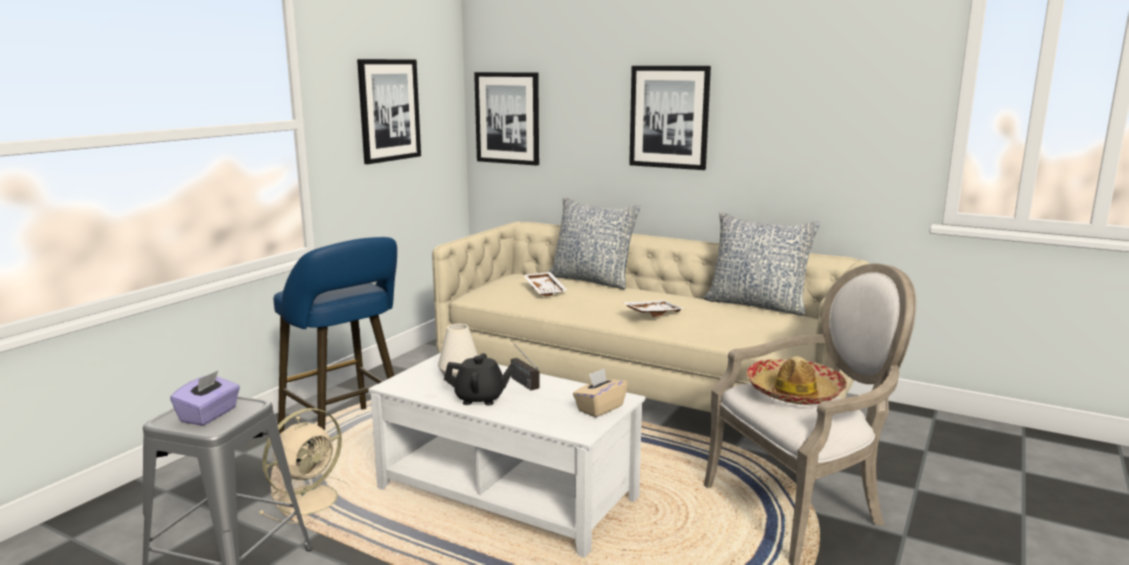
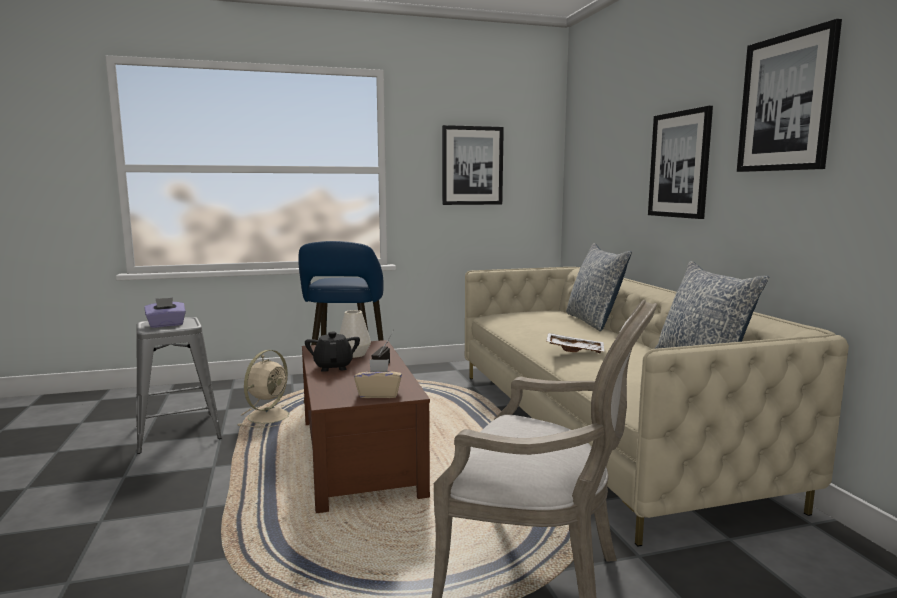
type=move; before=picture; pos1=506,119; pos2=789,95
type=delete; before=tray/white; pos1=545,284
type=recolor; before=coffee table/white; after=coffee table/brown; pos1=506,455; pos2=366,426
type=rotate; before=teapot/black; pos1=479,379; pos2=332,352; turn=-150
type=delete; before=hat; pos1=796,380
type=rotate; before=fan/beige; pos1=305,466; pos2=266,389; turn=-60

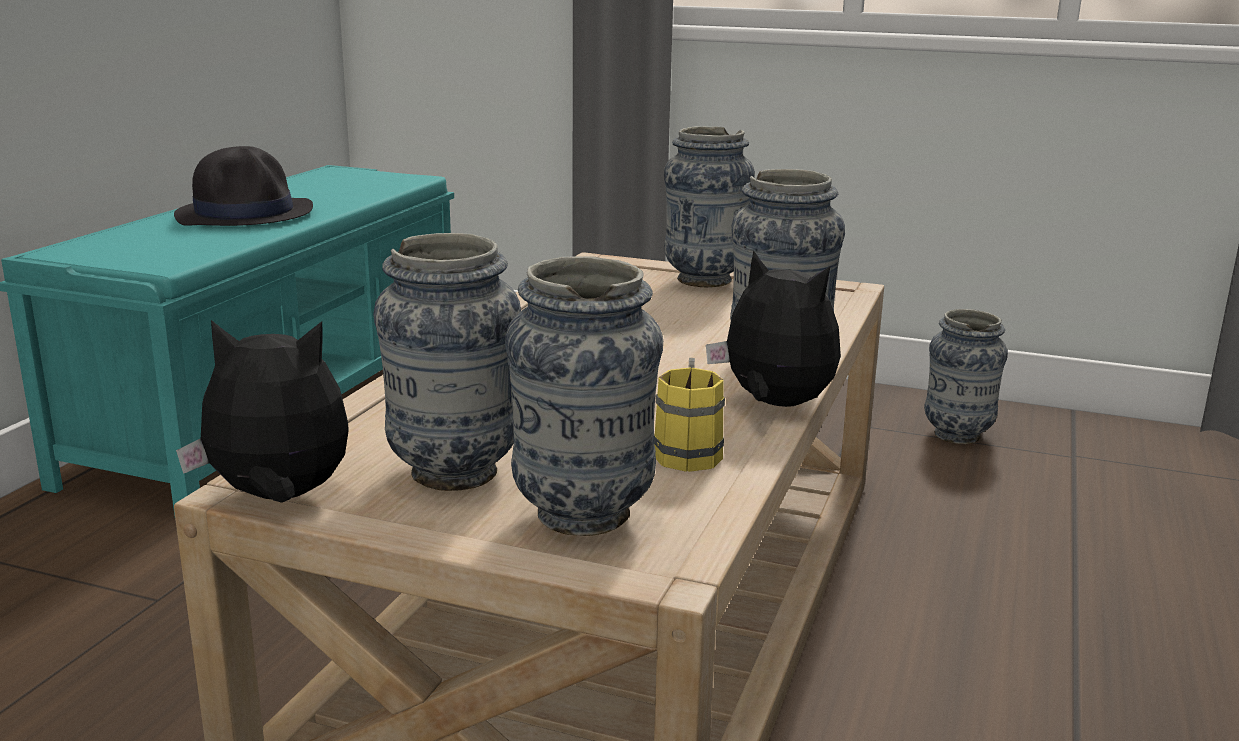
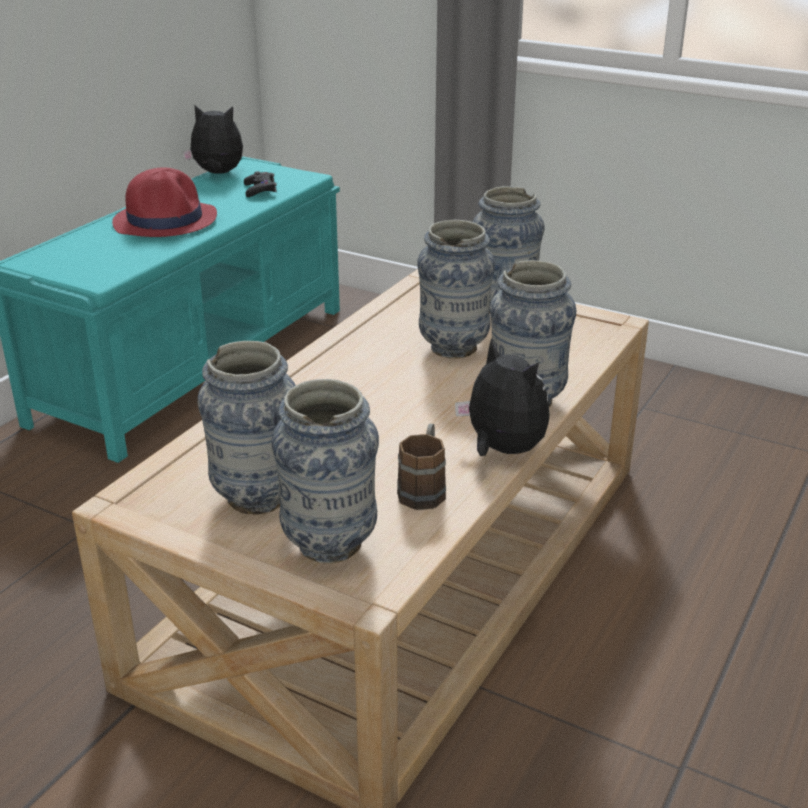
type=recolor; before=hat/black; after=hat/red; pos1=243,186; pos2=164,202
type=move; before=vase; pos1=966,376; pos2=456,289
type=move; before=plush toy; pos1=262,411; pos2=212,139
type=recolor; before=mug/yellow; after=mug/brown; pos1=689,415; pos2=421,466
type=insert; after=game controller/black; pos2=260,184

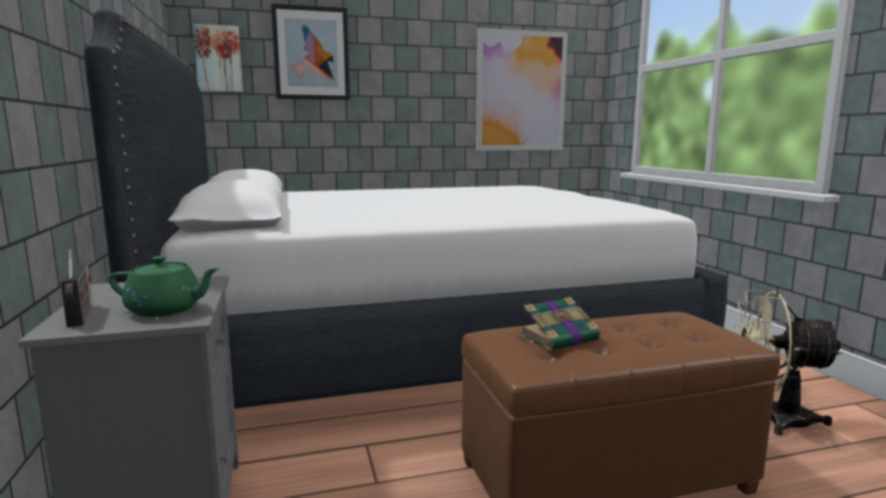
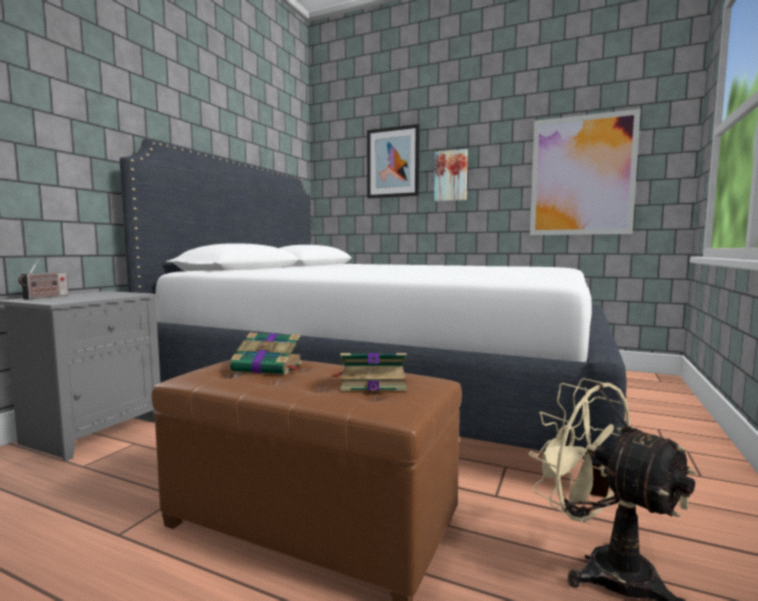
type=move; before=picture; pos1=218,58; pos2=451,175
type=delete; before=teapot/green; pos1=164,286
type=insert; after=book; pos2=369,372

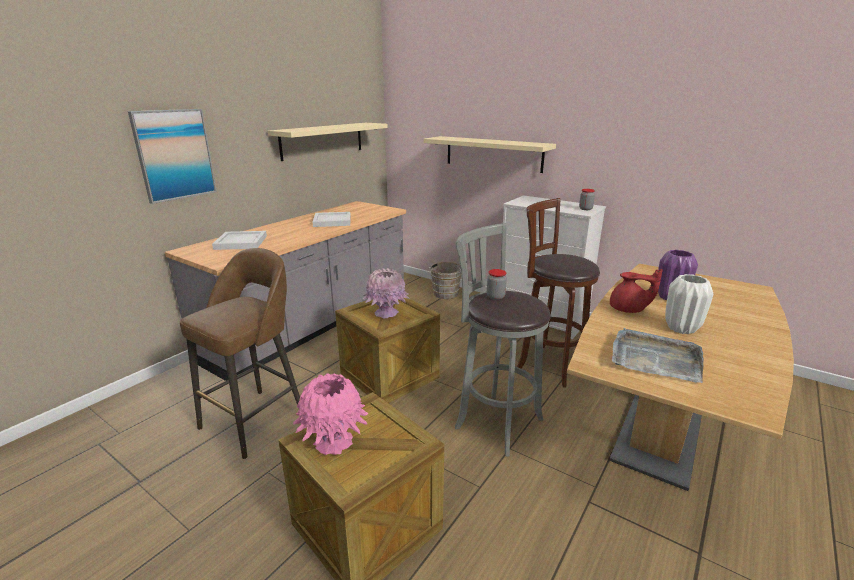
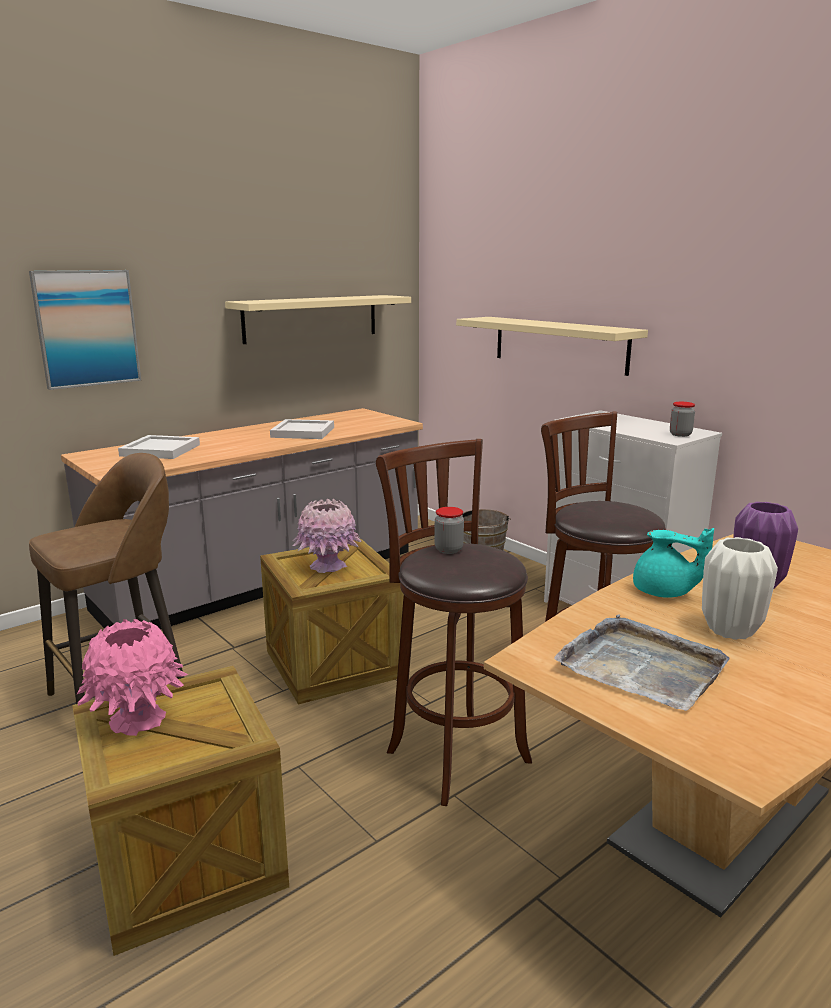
type=recolor; before=stool/grey; after=stool/brown; pos1=503,340; pos2=454,622
type=recolor; before=teapot/red; after=teapot/turquoise; pos1=636,291; pos2=673,563

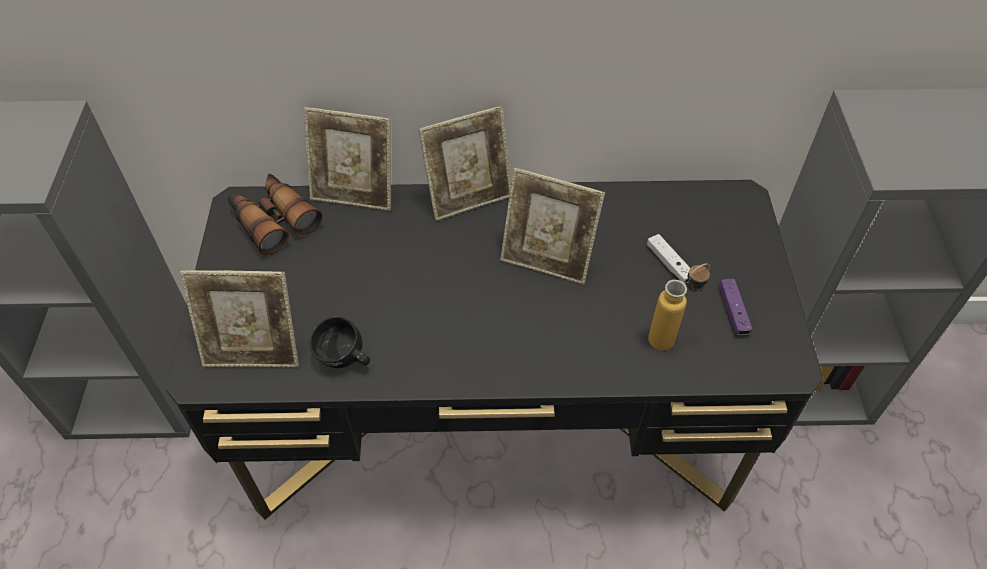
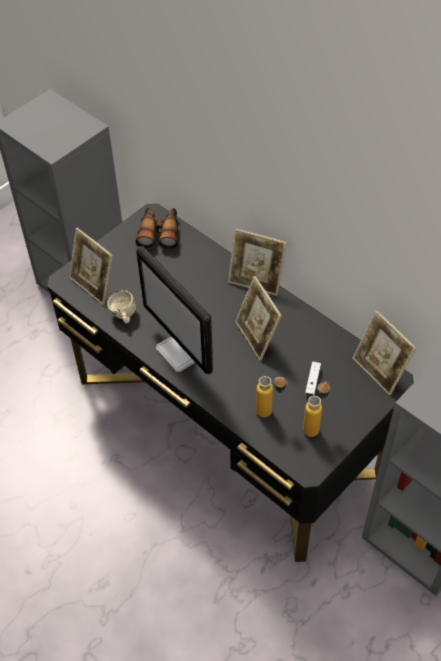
type=move; before=picture frame; pos1=347,159; pos2=384,353
type=replace; before=game controller/purple; after=bottle; pos1=735,307; pos2=316,409
type=recolor; before=mug/black; after=mug/beige; pos1=340,342; pos2=121,307
type=insert; after=monitor; pos2=174,310

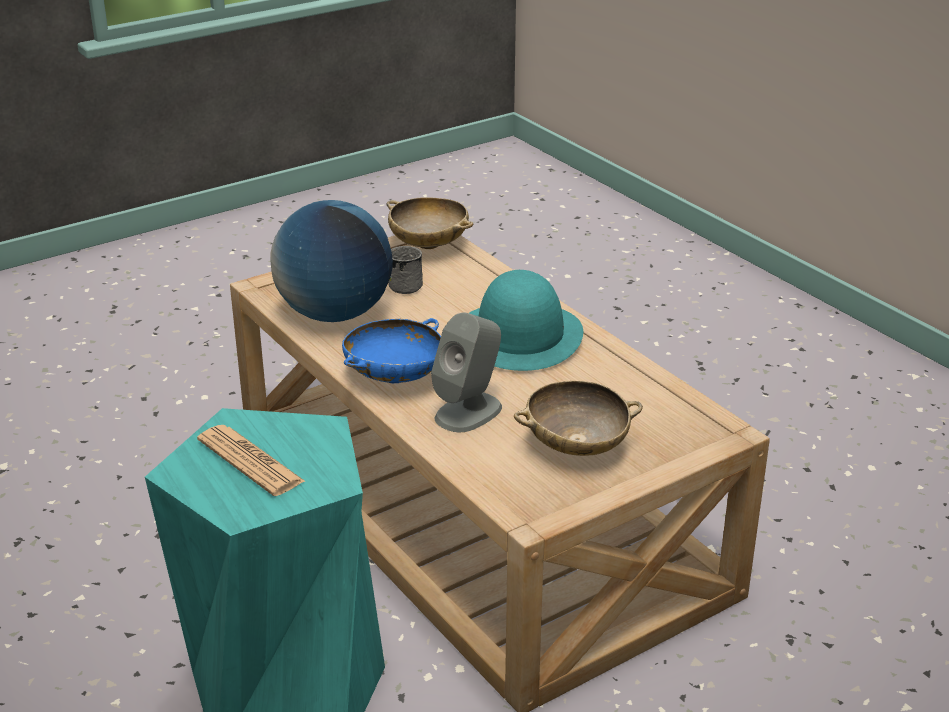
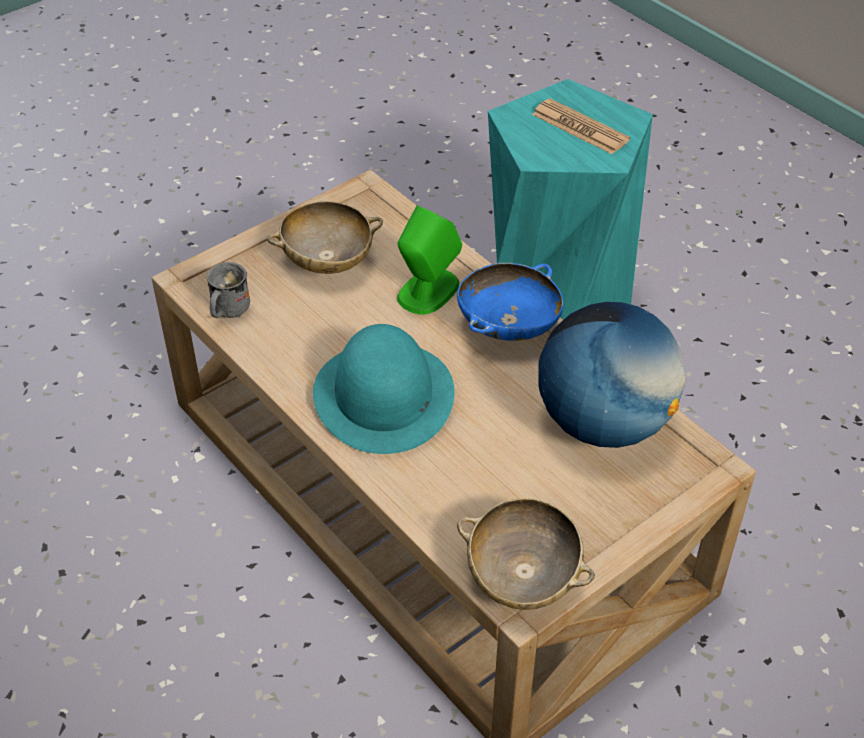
type=move; before=mug/grey; pos1=405,270; pos2=228,290
type=recolor; before=speaker/grey; after=speaker/green; pos1=466,372; pos2=429,260

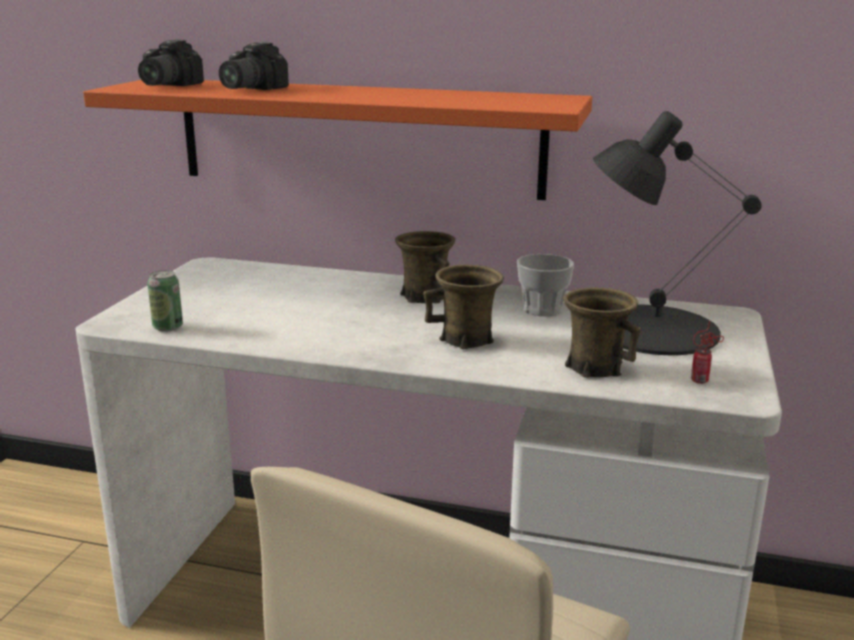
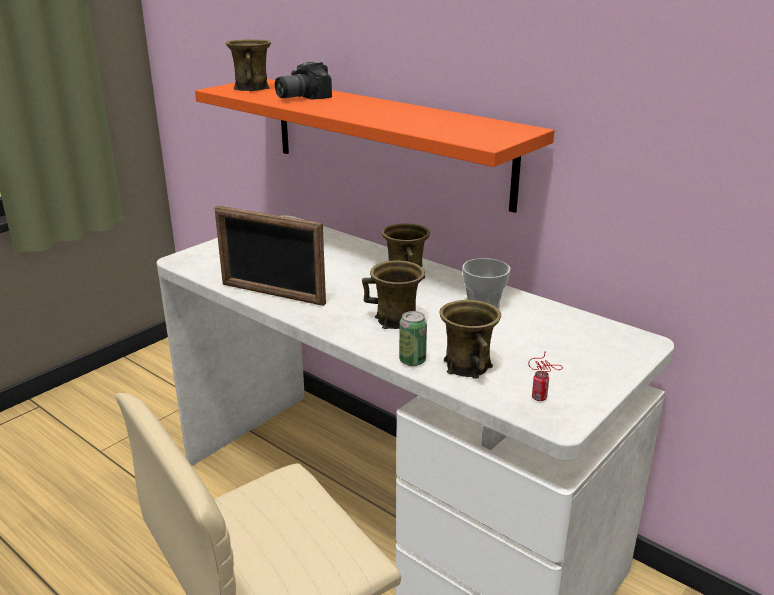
type=replace; before=photo camera; after=mug/brown; pos1=171,62; pos2=248,65
type=delete; before=table lamp/black; pos1=677,233
type=move; before=can; pos1=165,301; pos2=413,338
type=insert; after=picture frame; pos2=270,256

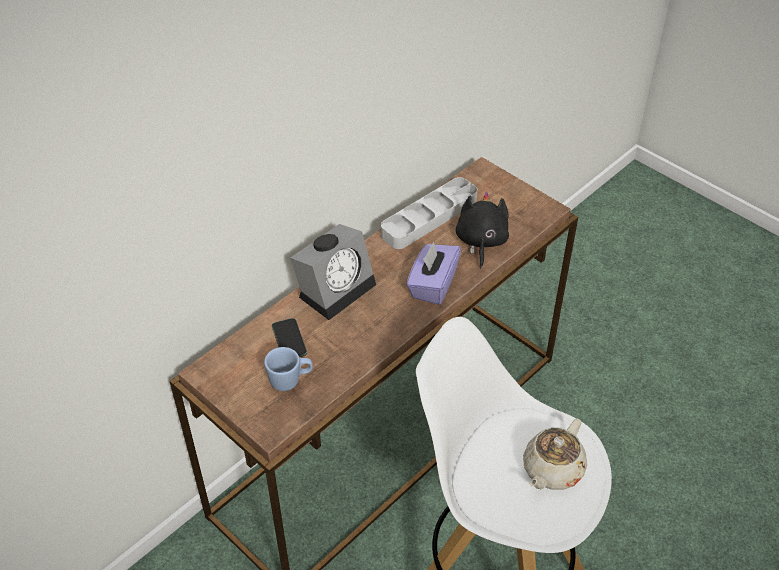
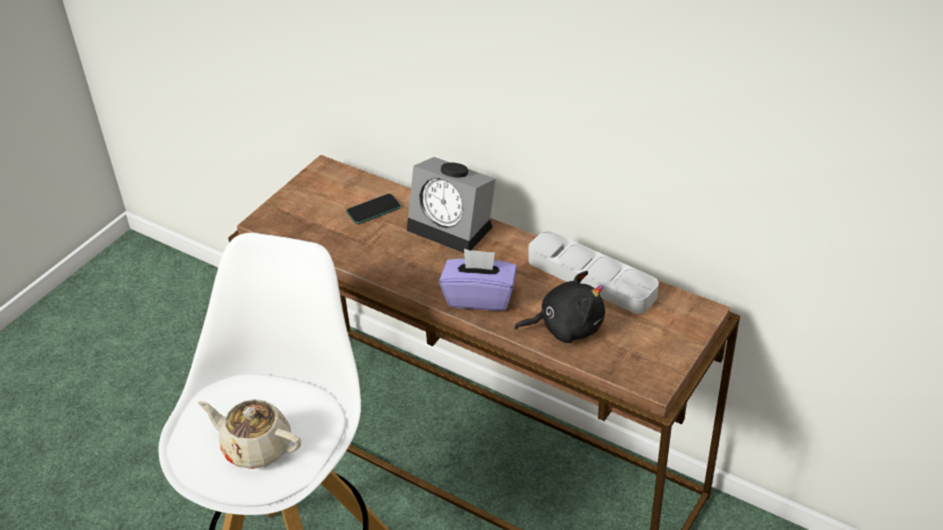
type=delete; before=mug/blue; pos1=288,369

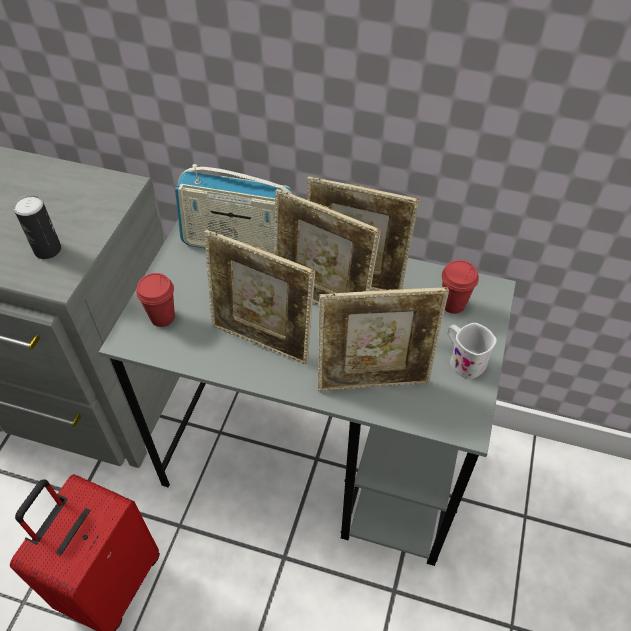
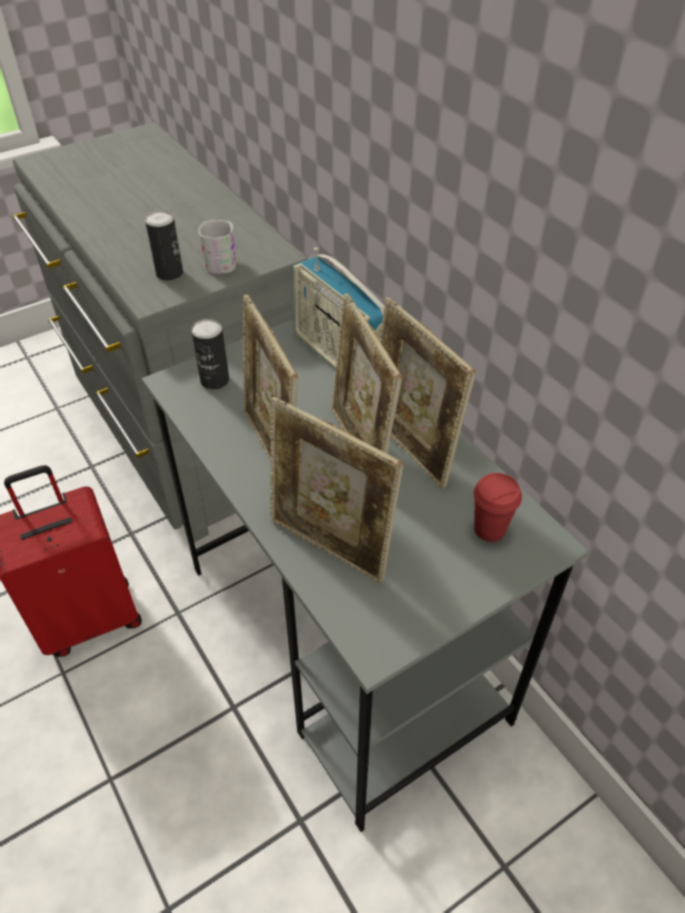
type=replace; before=cup/red; after=can; pos1=155,300; pos2=210,354
type=move; before=mug/white; pos1=472,351; pos2=217,247

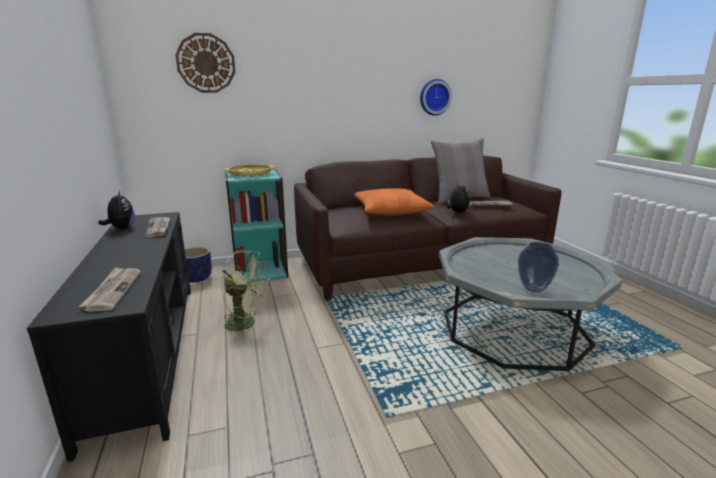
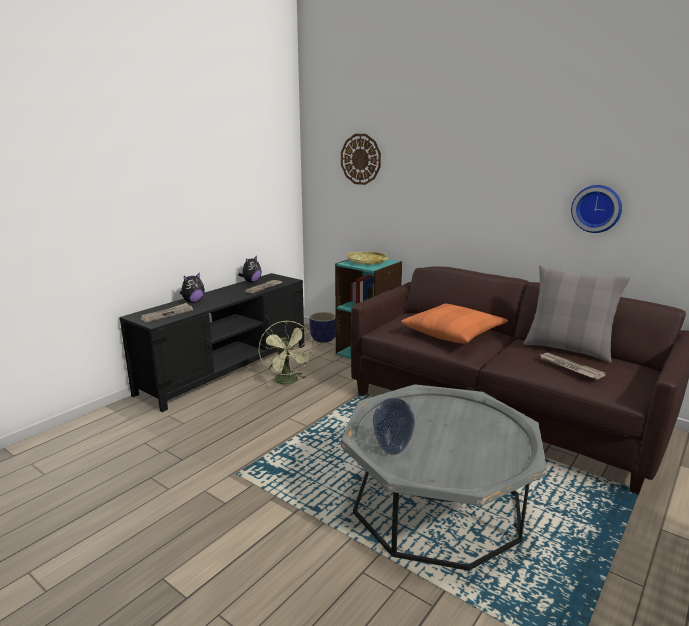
type=move; before=plush toy; pos1=458,197; pos2=192,287

